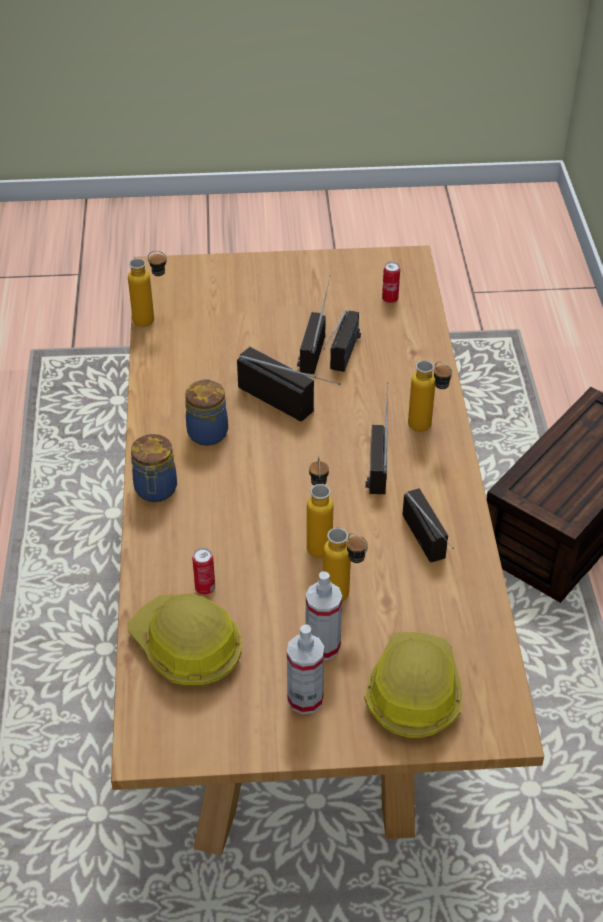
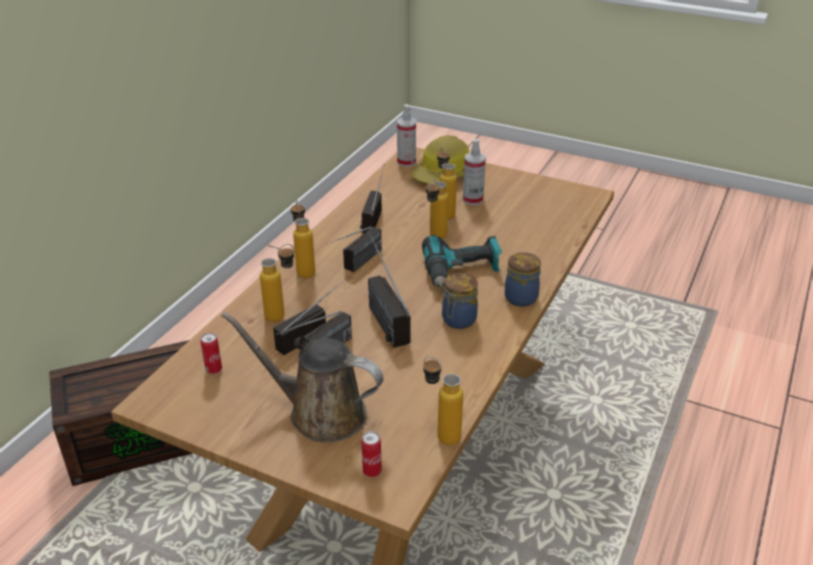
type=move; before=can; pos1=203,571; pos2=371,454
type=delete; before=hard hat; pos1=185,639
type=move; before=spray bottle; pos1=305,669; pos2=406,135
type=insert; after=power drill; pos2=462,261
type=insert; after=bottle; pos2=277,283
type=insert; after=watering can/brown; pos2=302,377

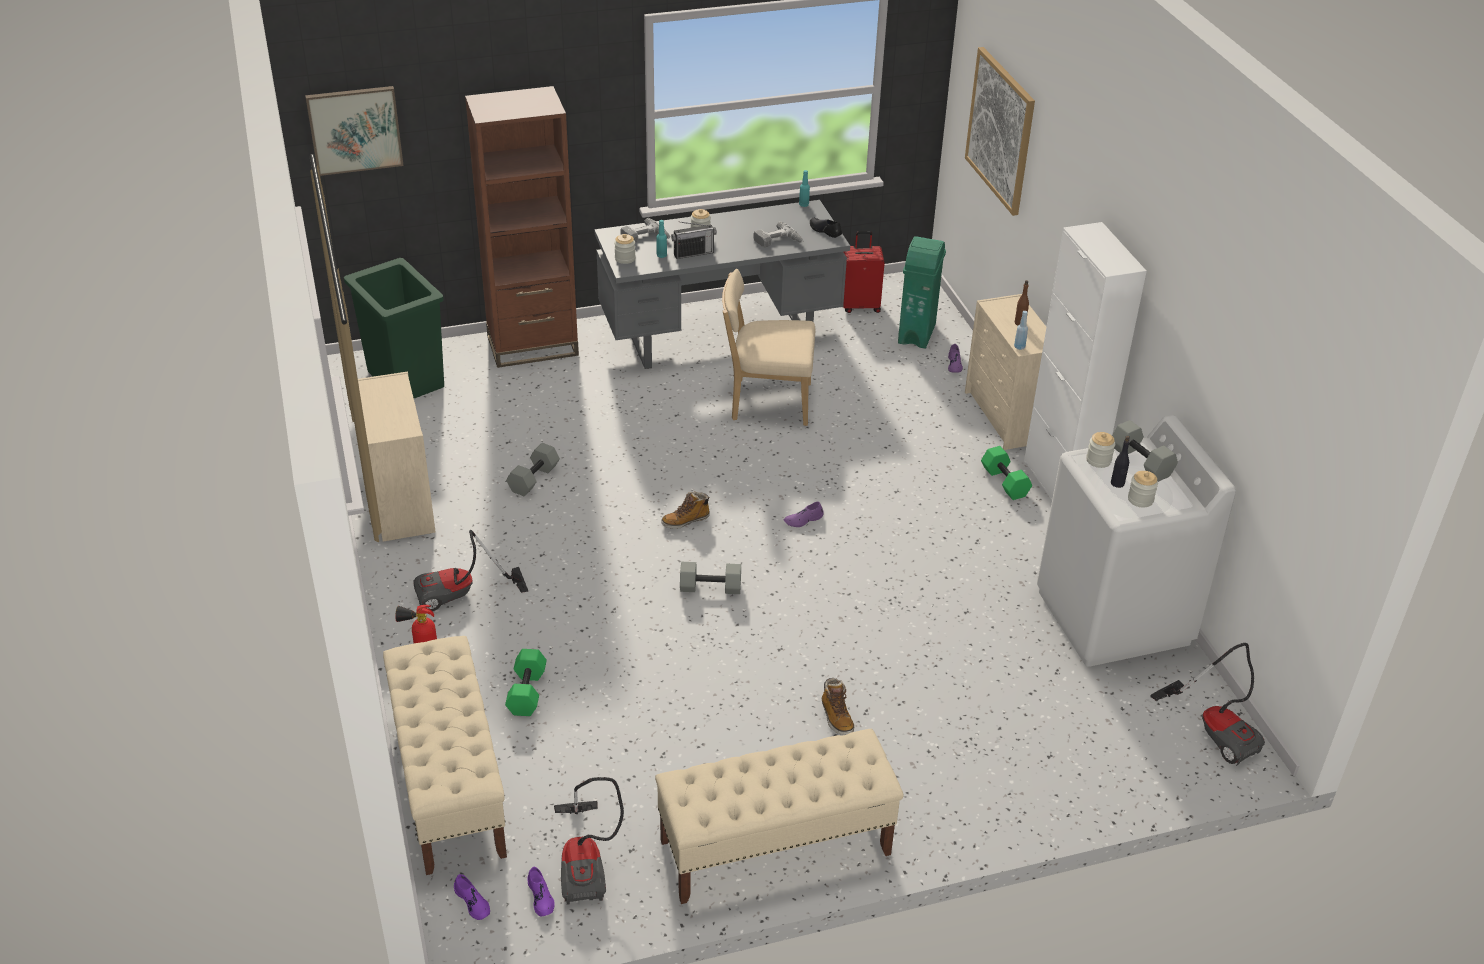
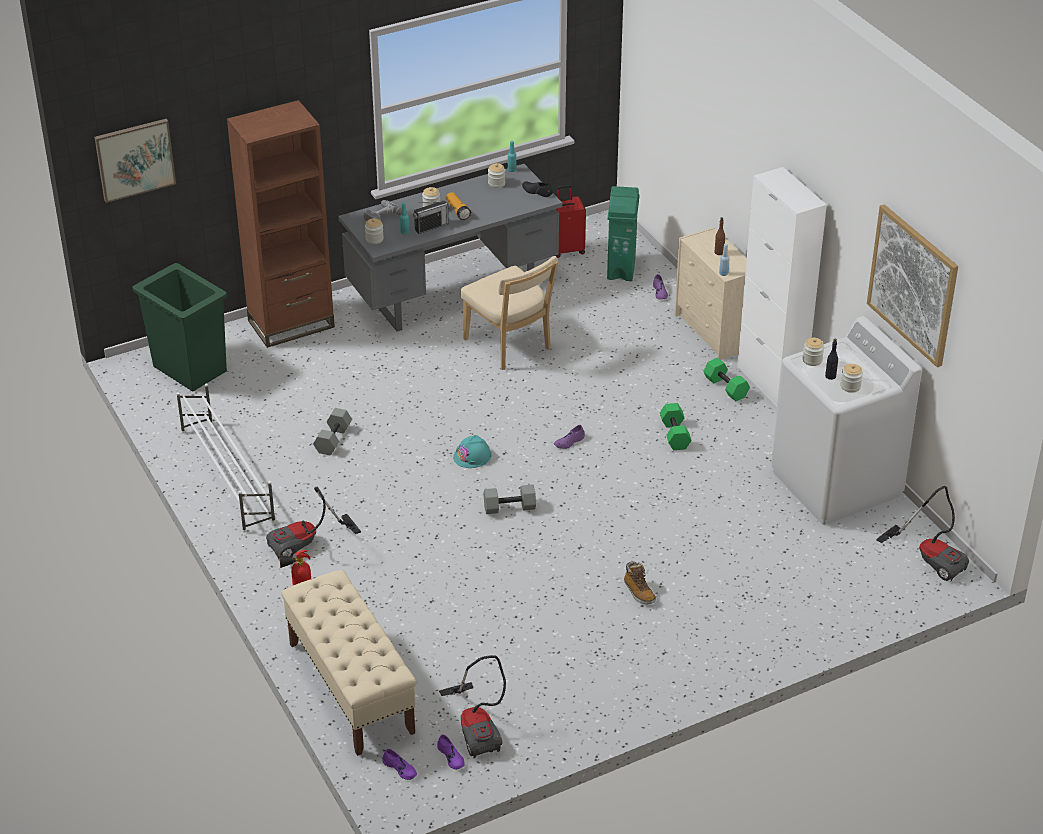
type=move; before=picture; pos1=1000,131; pos2=912,285
type=delete; before=power drill; pos1=778,235
type=rotate; before=chair/beige; pos1=768,347; pos2=509,313; turn=-120
type=replace; before=dresser/beige; after=shoe rack/white; pos1=397,457; pos2=226,458
type=delete; before=dumbbell/grey; pos1=1145,451
type=replace; before=boot; after=hard hat/turquoise; pos1=685,510; pos2=472,451
type=move; before=dumbbell/green; pos1=526,682; pos2=676,426
type=delete; before=bench/beige; pos1=779,816
type=insert; after=jar; pos2=496,175
type=insert; after=flashlight; pos2=458,206

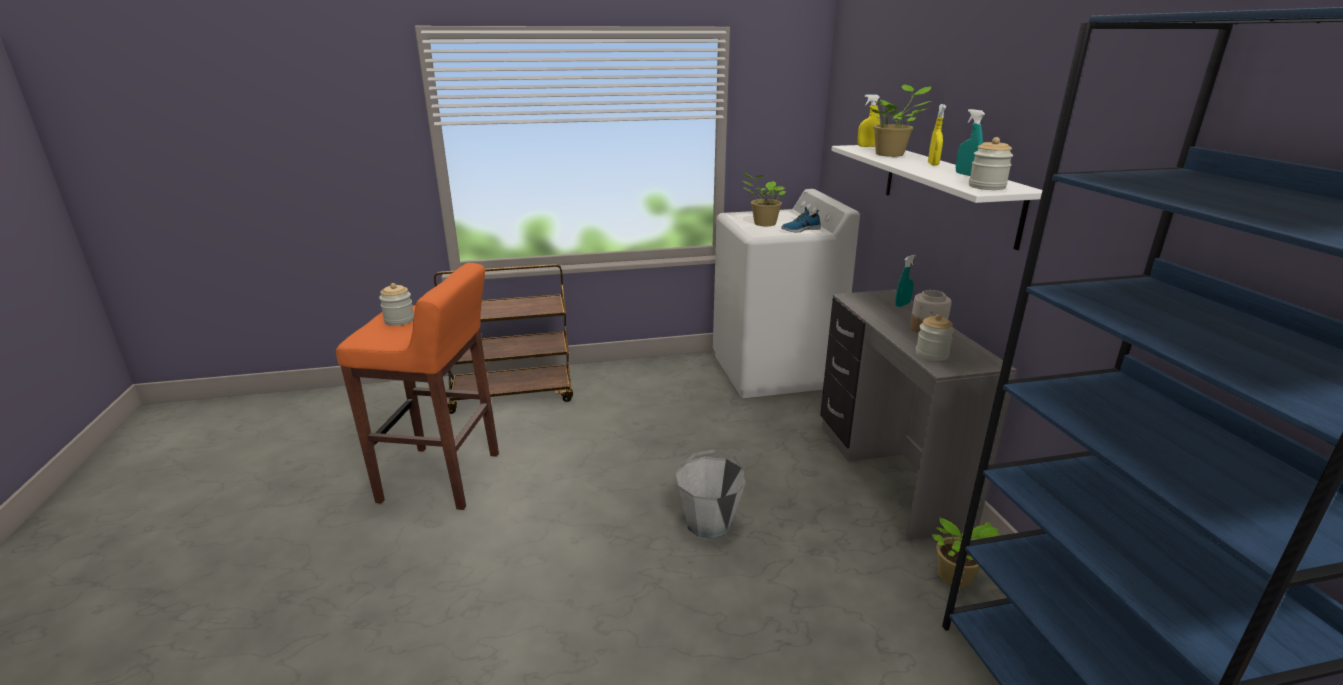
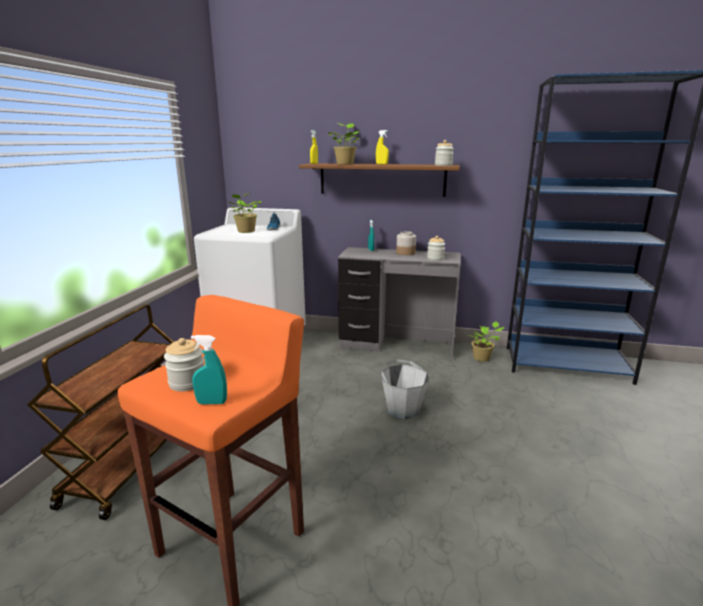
type=move; before=spray bottle/turquoise; pos1=970,142; pos2=209,369
type=recolor; before=shelf/white; after=shelf/brown; pos1=936,197; pos2=379,180

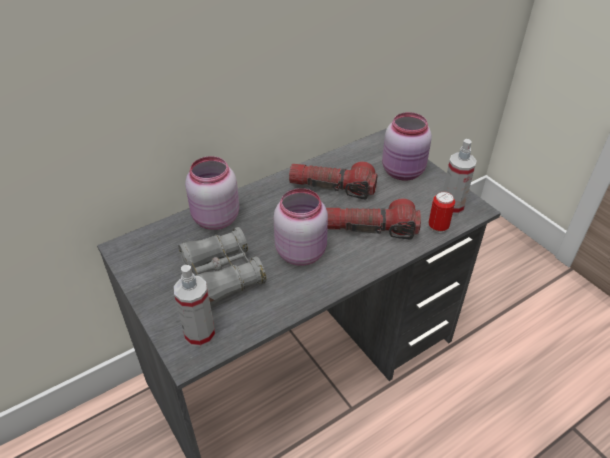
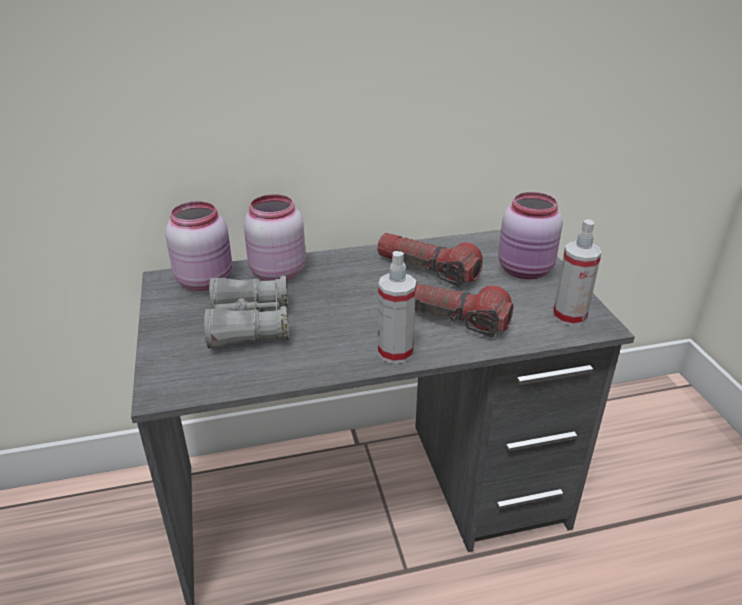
type=move; before=jar/pink; pos1=301,227; pos2=198,246
type=delete; before=can; pos1=441,212
type=move; before=spray bottle; pos1=194,306; pos2=397,307

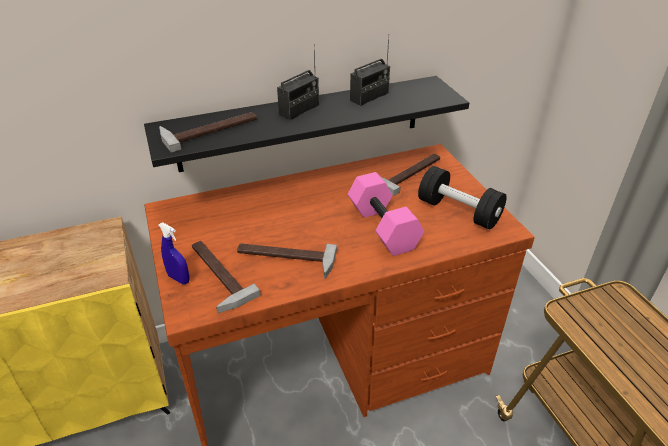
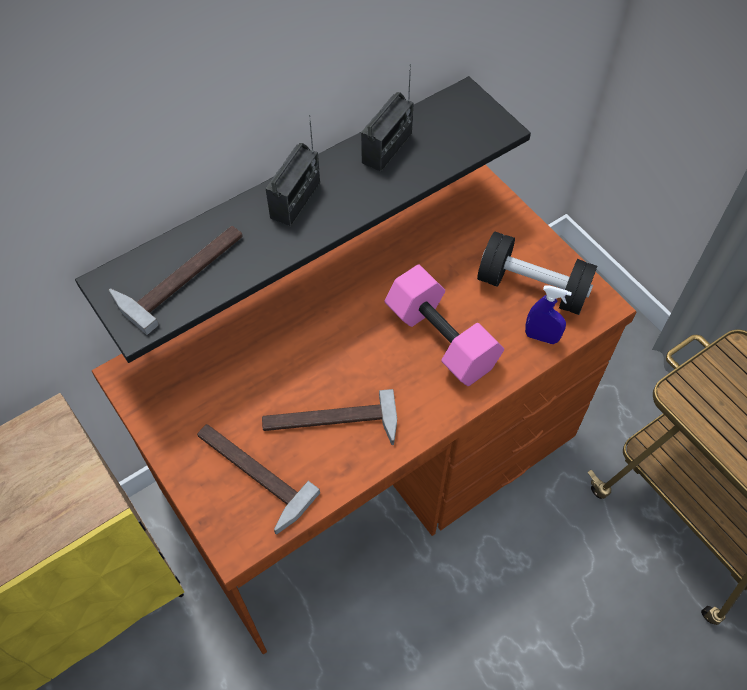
type=delete; before=hammer; pos1=410,175
type=move; before=spray bottle/blue; pos1=174,253; pos2=548,315

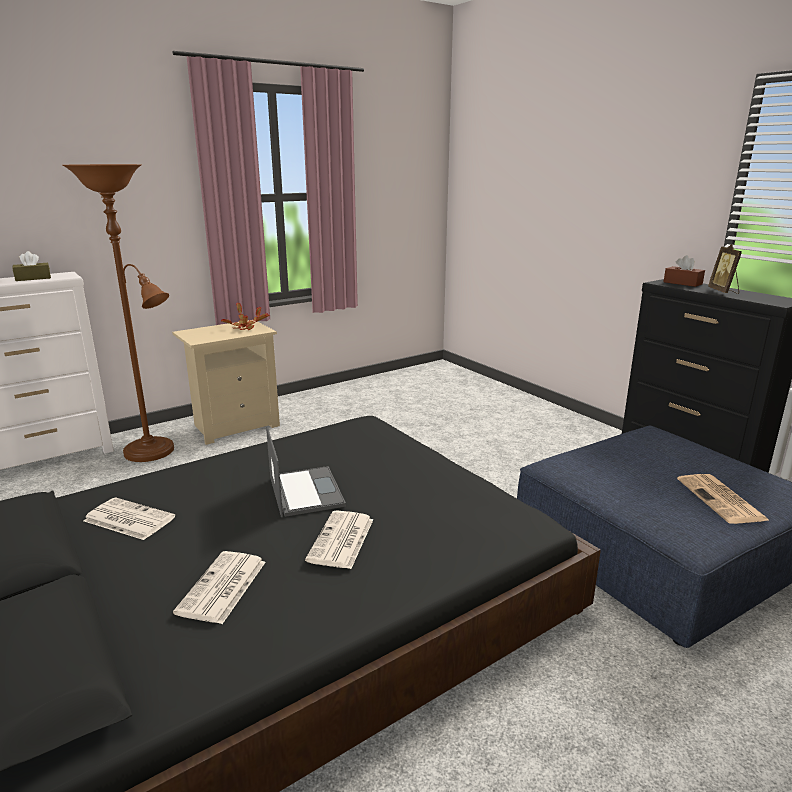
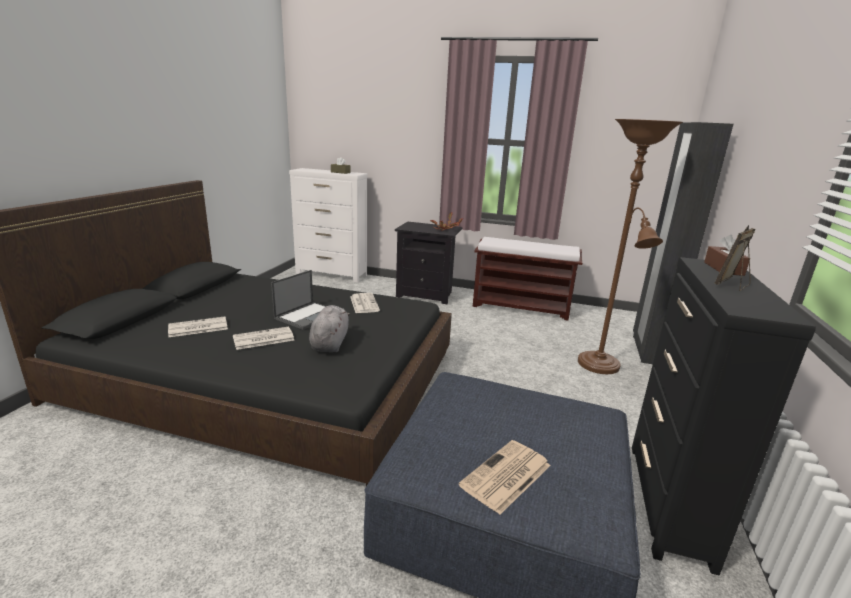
type=move; before=floor lamp/brown; pos1=118,313; pos2=630,246
type=recolor; before=nightstand/beige; after=nightstand/black; pos1=226,382; pos2=428,263
type=move; before=newspaper; pos1=129,518; pos2=365,303
type=insert; after=wardrobe/black; pos2=683,243
type=insert; after=bench/brown; pos2=527,279
type=insert; after=plush toy/grey; pos2=329,328

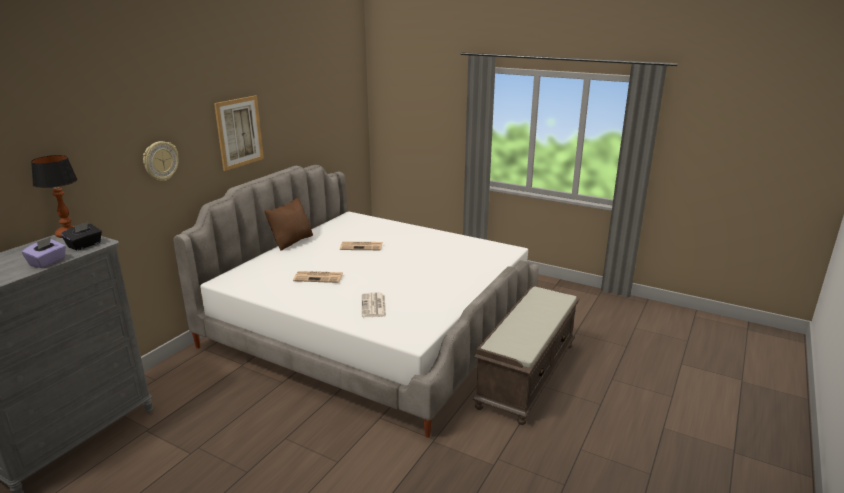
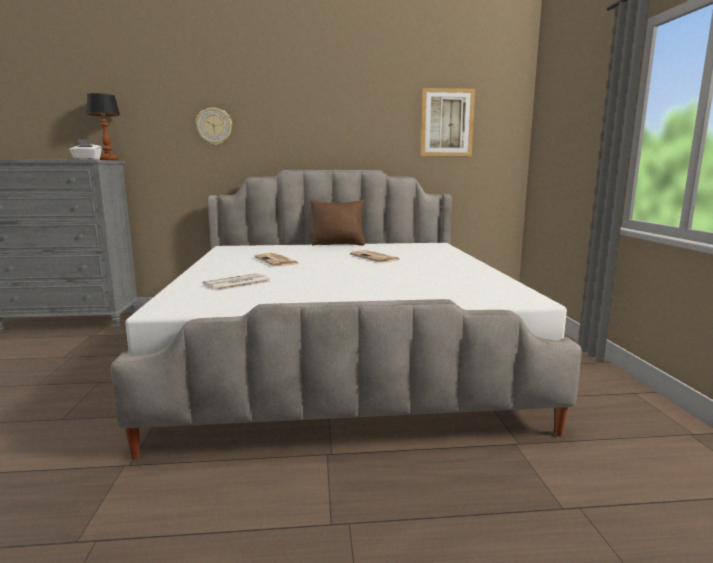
type=move; before=picture; pos1=239,133; pos2=447,122
type=recolor; before=tissue box/black; after=tissue box/white; pos1=81,236; pos2=85,149
type=delete; before=tissue box/purple; pos1=44,252
type=delete; before=bench/brown; pos1=526,355

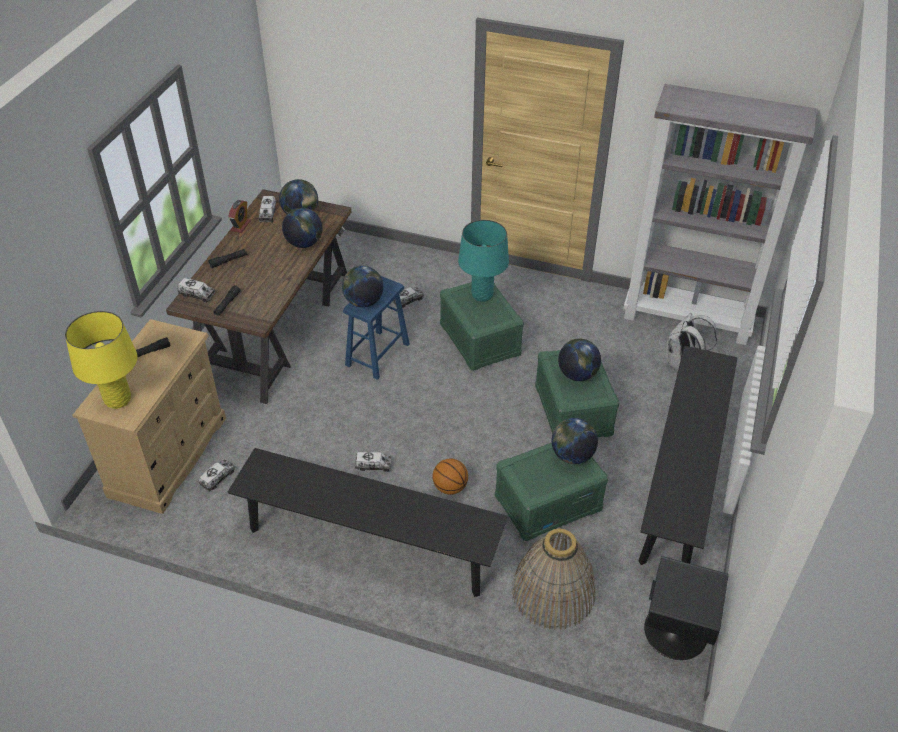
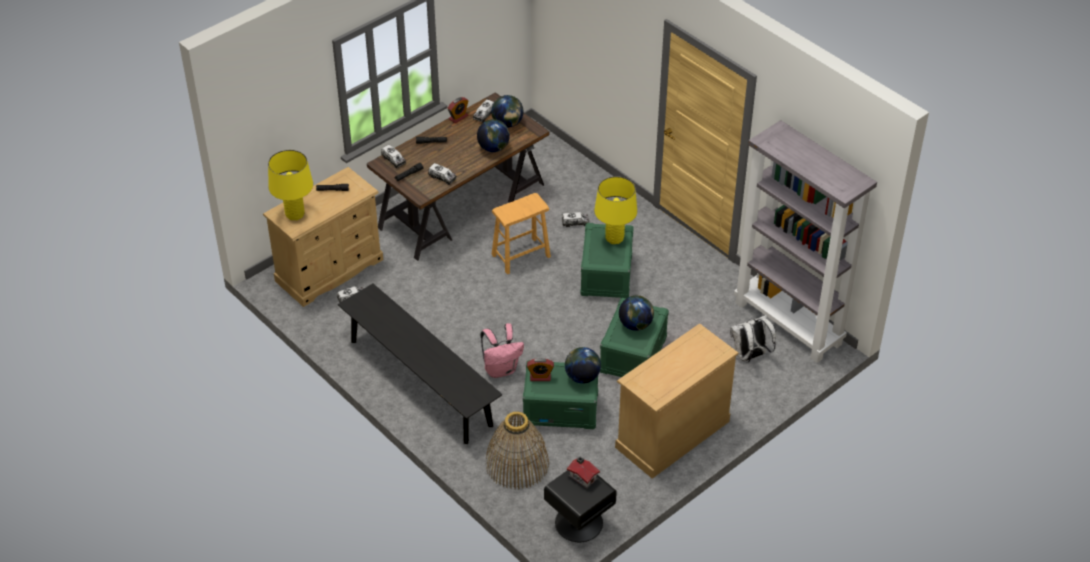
type=recolor; before=table lamp/turquoise; after=table lamp/yellow; pos1=483,261; pos2=615,210
type=delete; before=globe; pos1=362,286
type=recolor; before=stool/blue; after=stool/brown; pos1=376,328; pos2=521,233
type=replace; before=bench/black; after=dresser/beige; pos1=687,455; pos2=676,401
type=move; before=toy truck; pos1=373,462; pos2=442,174
type=replace; before=basketball; after=backpack/pink; pos1=450,477; pos2=502,350
type=insert; after=alarm clock; pos2=540,369
type=insert; after=toy house; pos2=583,473

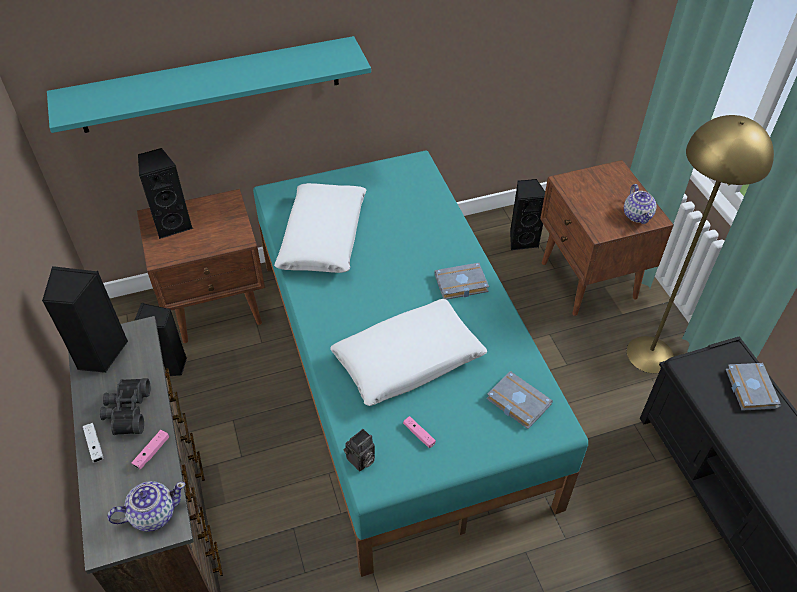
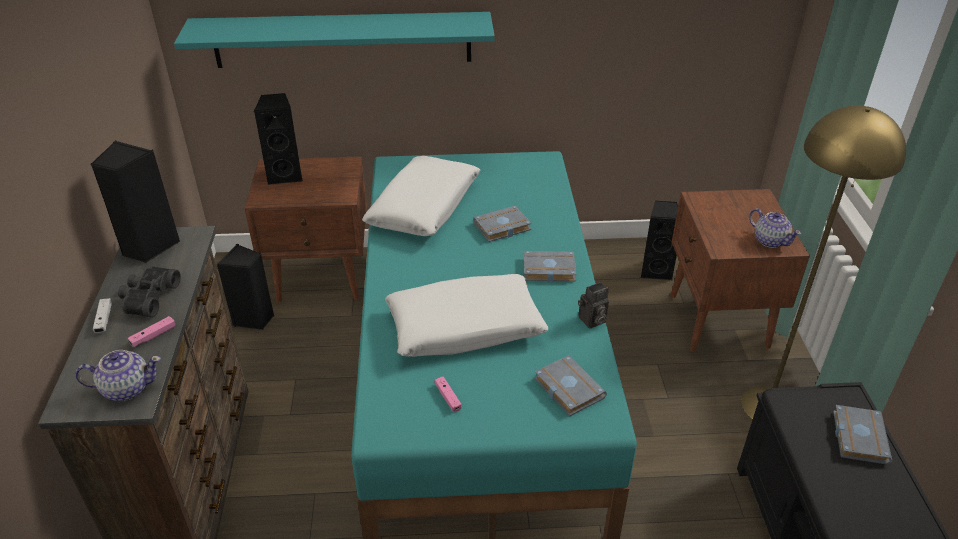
type=rotate; before=teapot; pos1=640,204; pos2=775,228; turn=-45
type=move; before=photo camera; pos1=359,450; pos2=593,305
type=insert; after=book/grey; pos2=502,224

